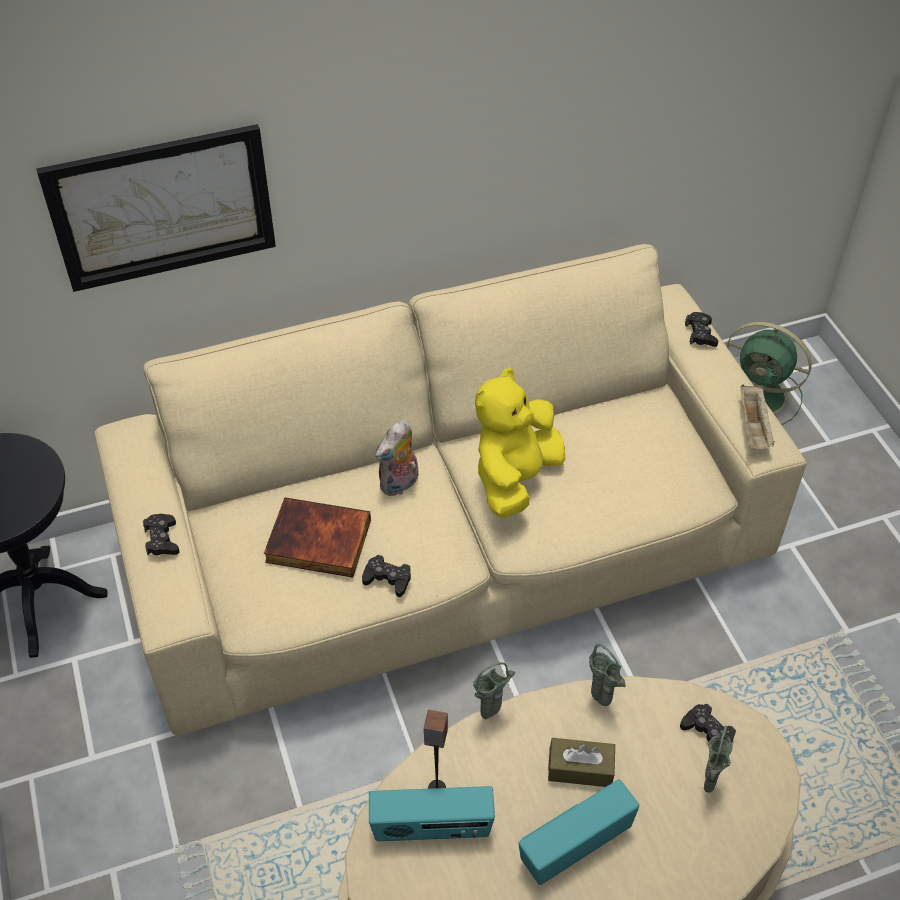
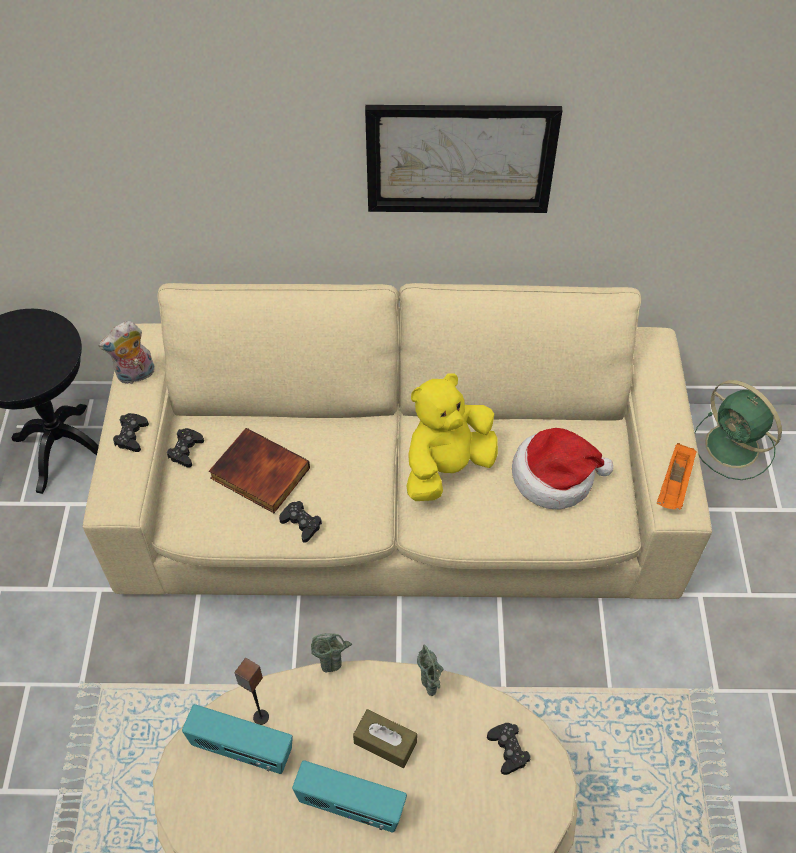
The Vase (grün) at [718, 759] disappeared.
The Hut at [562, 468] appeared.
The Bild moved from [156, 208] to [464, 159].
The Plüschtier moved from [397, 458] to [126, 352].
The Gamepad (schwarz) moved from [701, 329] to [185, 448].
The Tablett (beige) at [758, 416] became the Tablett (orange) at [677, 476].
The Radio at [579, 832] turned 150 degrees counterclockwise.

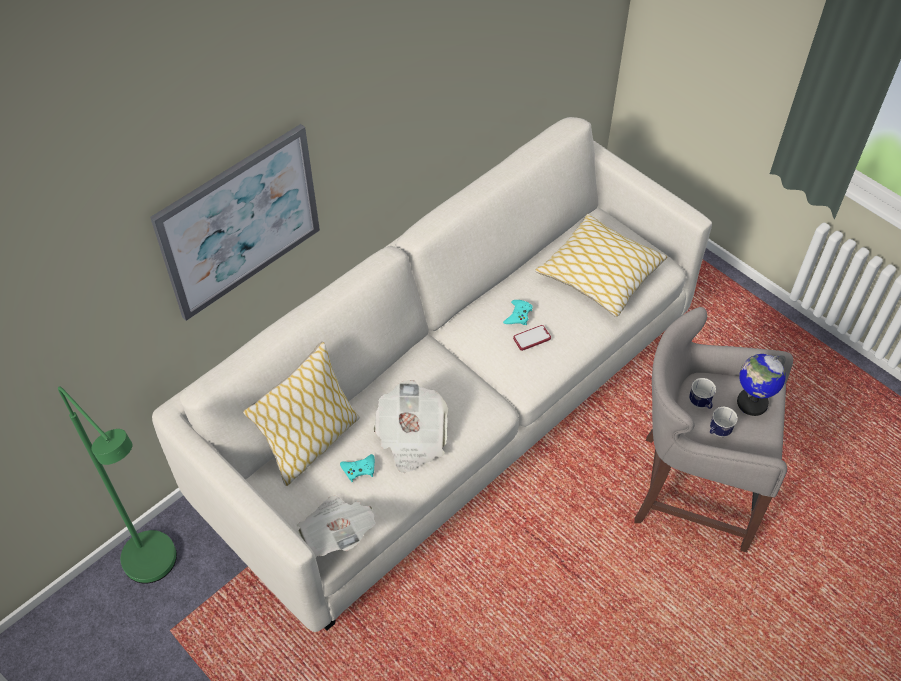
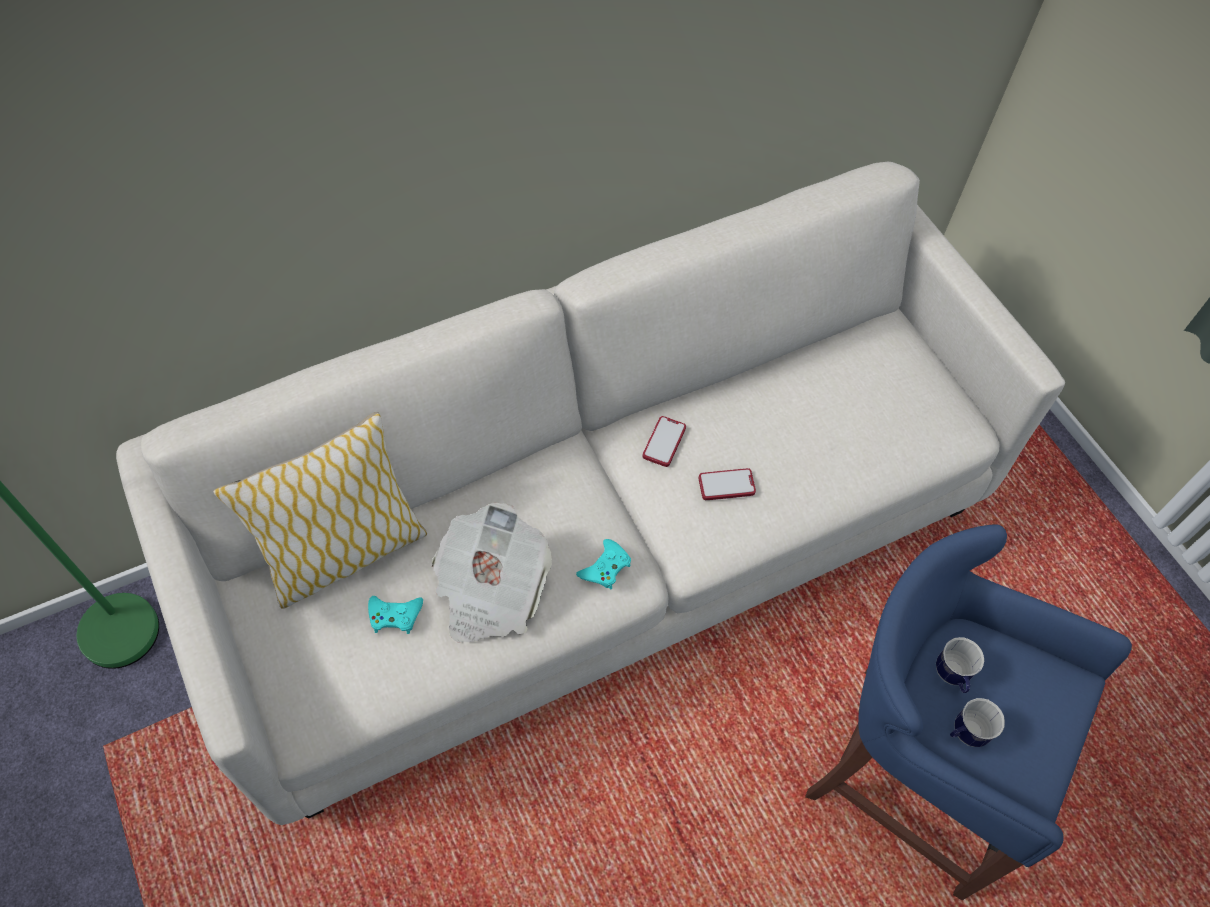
The Bild at [235, 222] disappeared.
The Zeitung at [336, 525] disappeared.
The Kissen at [601, 265] disappeared.
The Globus at [761, 385] disappeared.
The Handy at [664, 441] appeared.
The Gamepad (türkis) moved from [518, 312] to [603, 564].
The Hocker (grau) at [713, 429] became the Hocker (blau) at [968, 712].

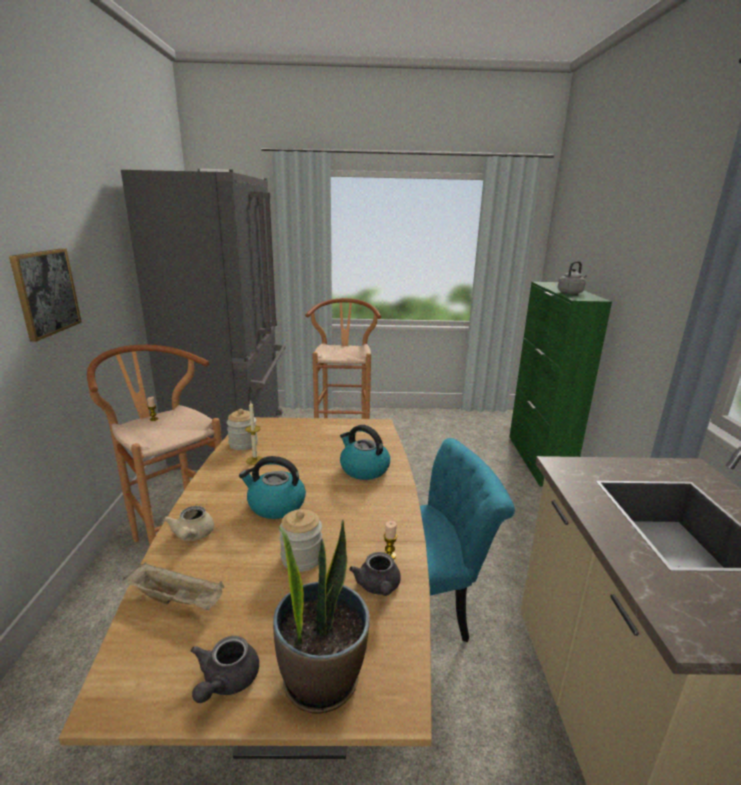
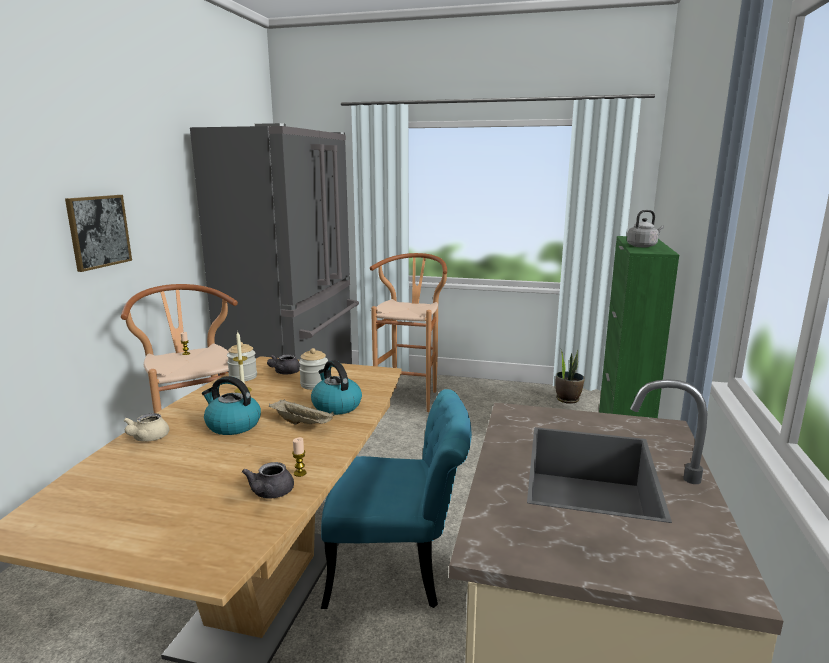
The Tablett (beige) moved from [173, 586] to [302, 412].
The Teekanne (grau) moved from [225, 669] to [283, 364].
The Topfpflanze moved from [321, 617] to [570, 376].
The Vorratsglas moved from [300, 540] to [313, 369].

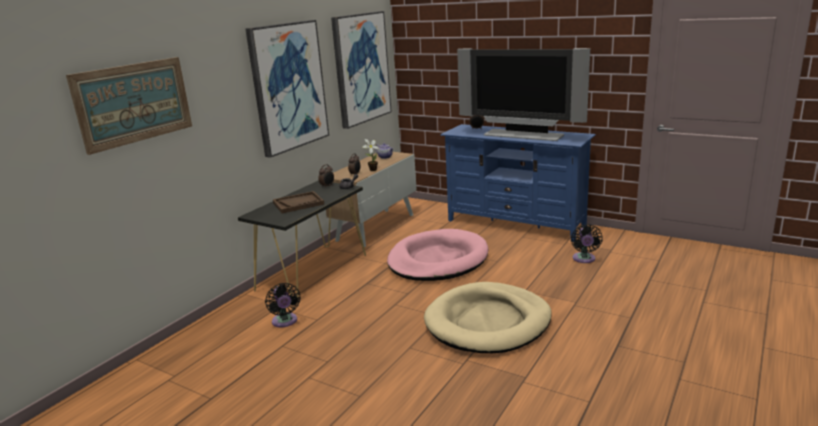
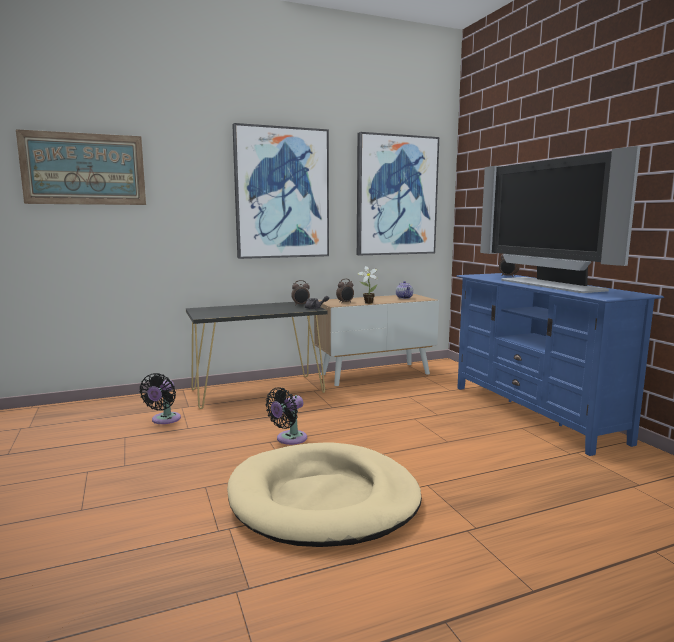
The Tablett (braun) at [298, 202] disappeared.
The Hundebett (rosa) at [437, 255] disappeared.
The Ventilator (schwarz) moved from [587, 243] to [286, 416].

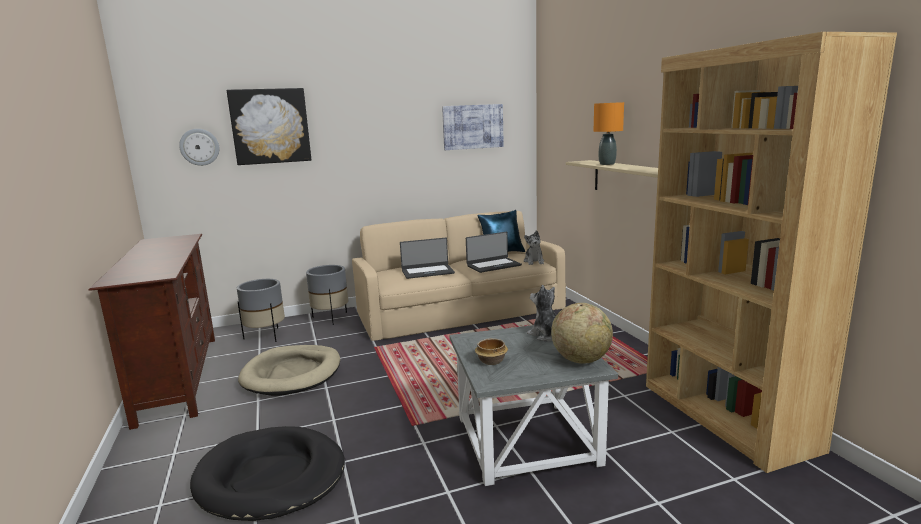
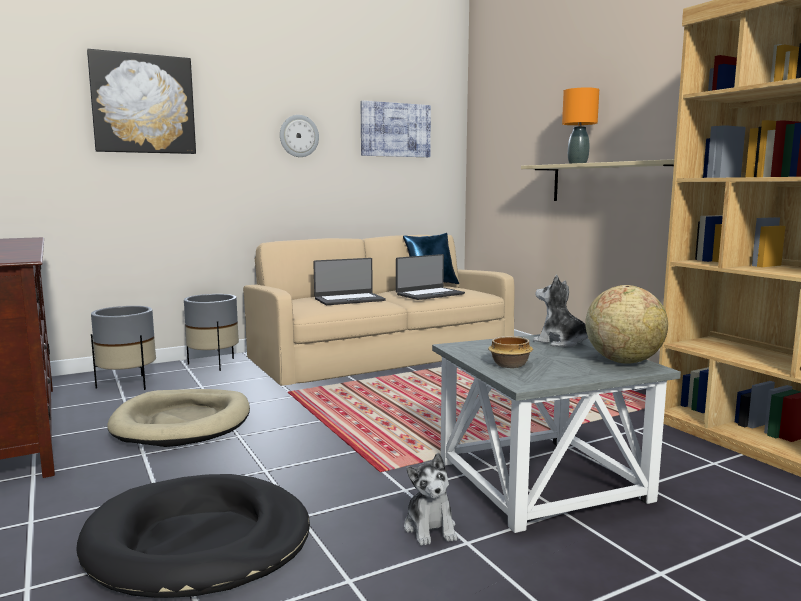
The Wanduhr moved from [199, 147] to [299, 136].
The Plüschtier moved from [534, 247] to [430, 499].

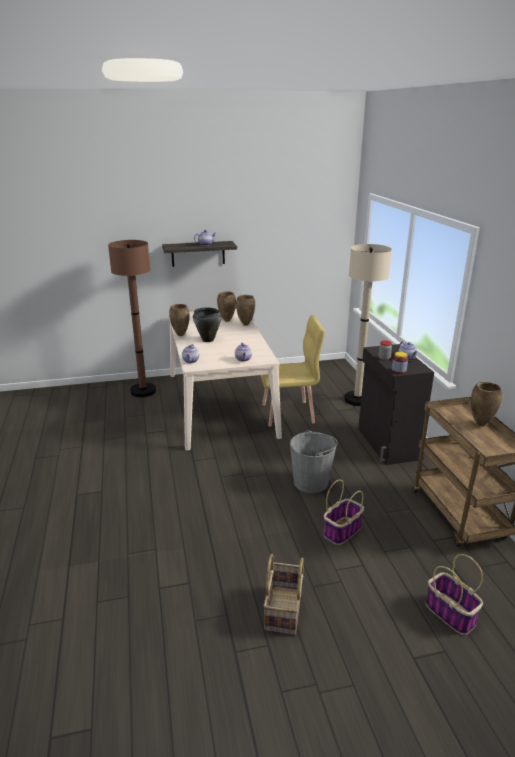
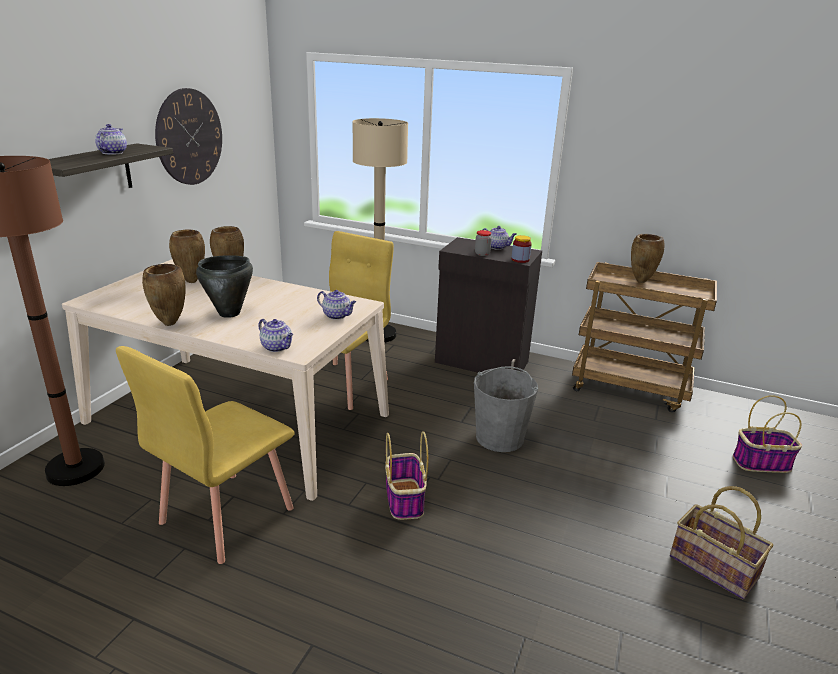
The Stuhl (gelb) at [205, 455] appeared.
The Wanduhr at [188, 136] appeared.
The Korb moved from [343, 512] to [406, 475].

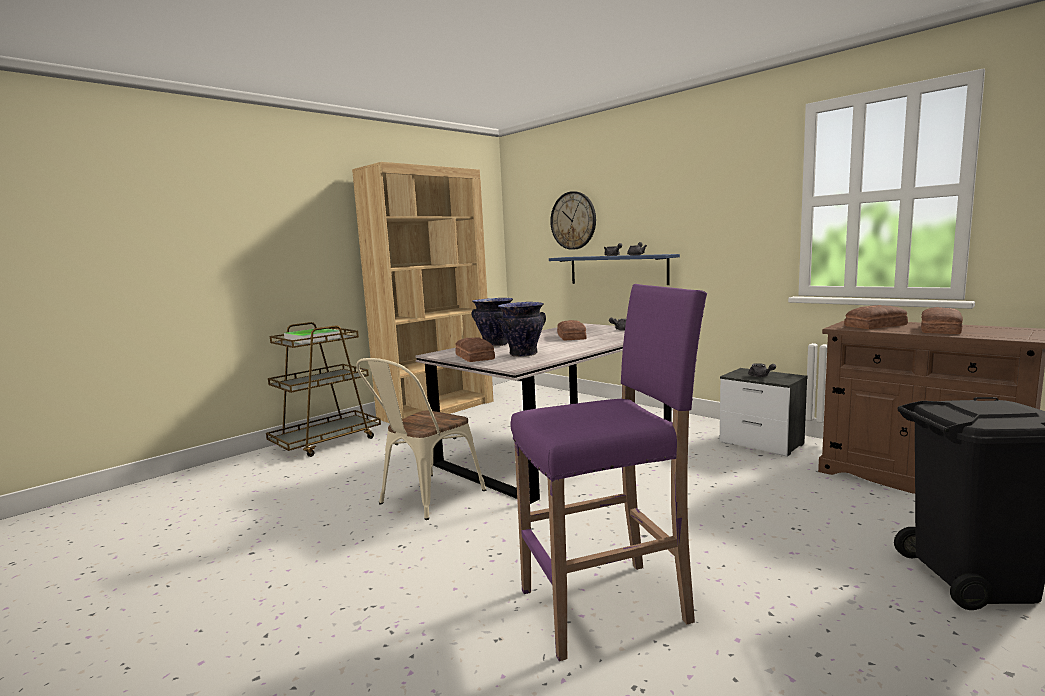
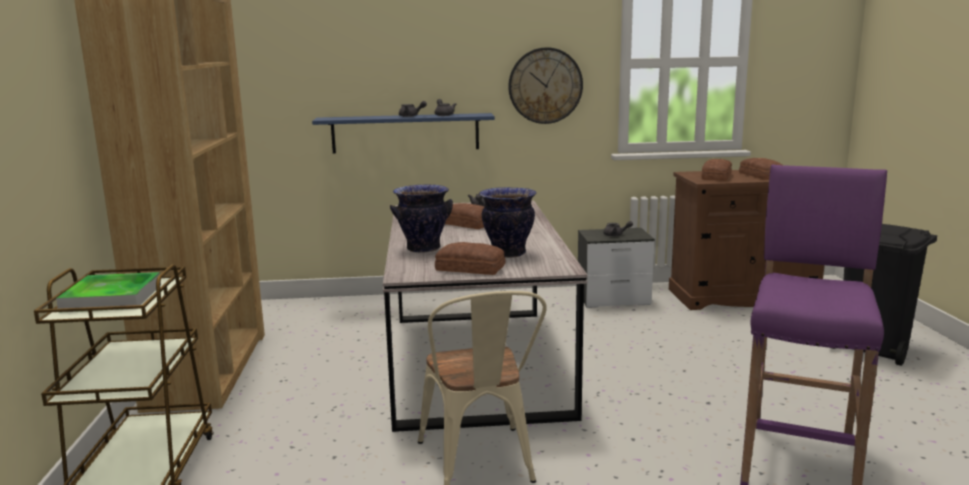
The Wanduhr moved from [573, 220] to [545, 85].

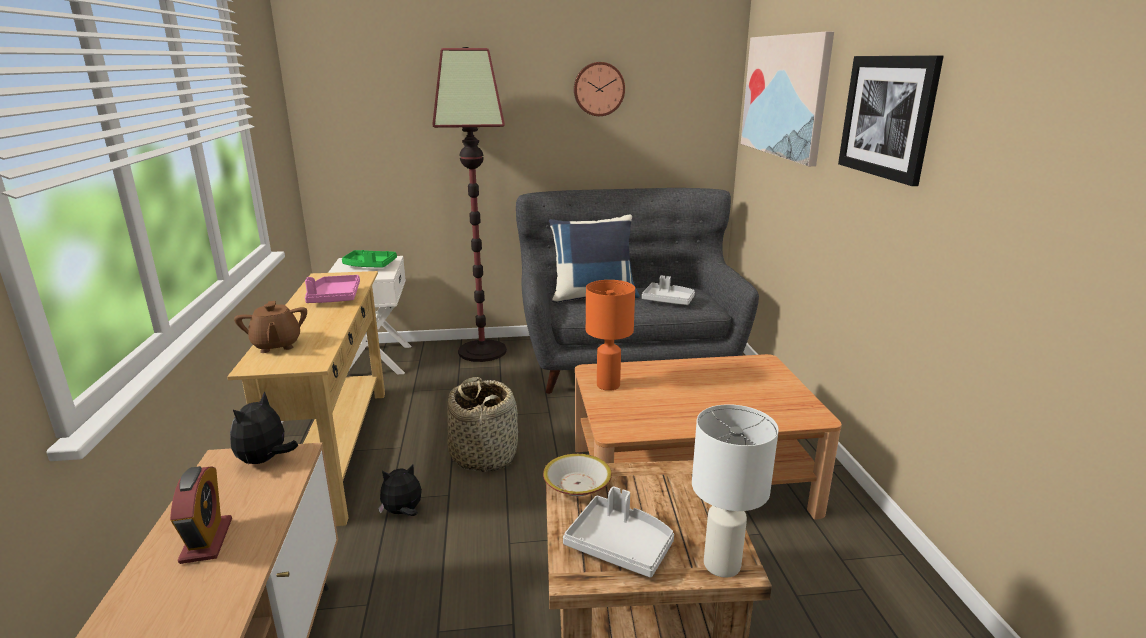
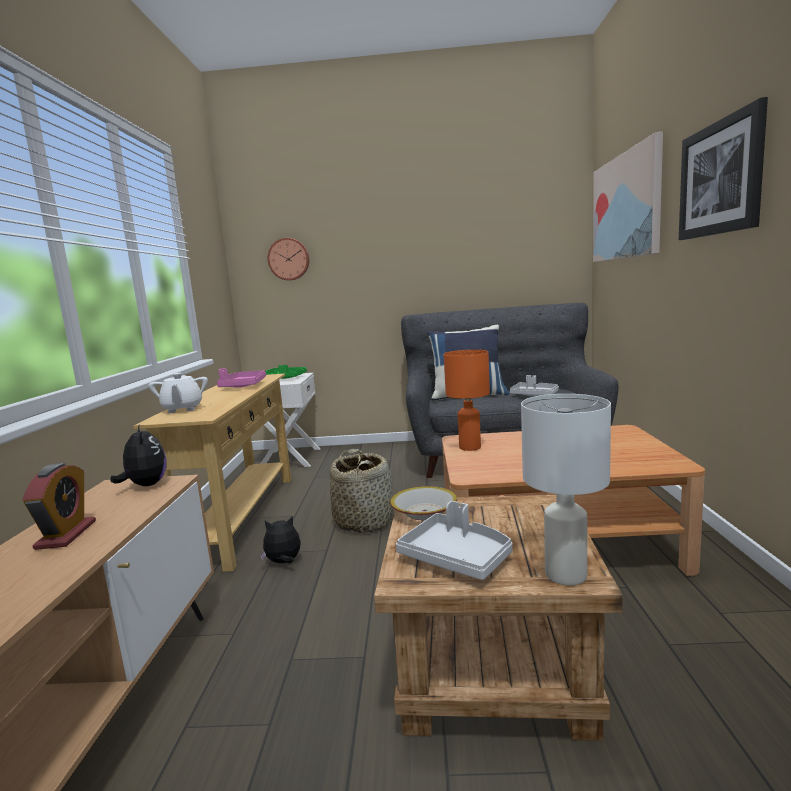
The Stehlampe at [469, 204] disappeared.
The Wanduhr moved from [599, 89] to [288, 259].
The Teekanne (braun) at [270, 327] became the Teekanne (weiß) at [178, 393].
The Plüschtier at [264, 427] turned 120 degrees clockwise.

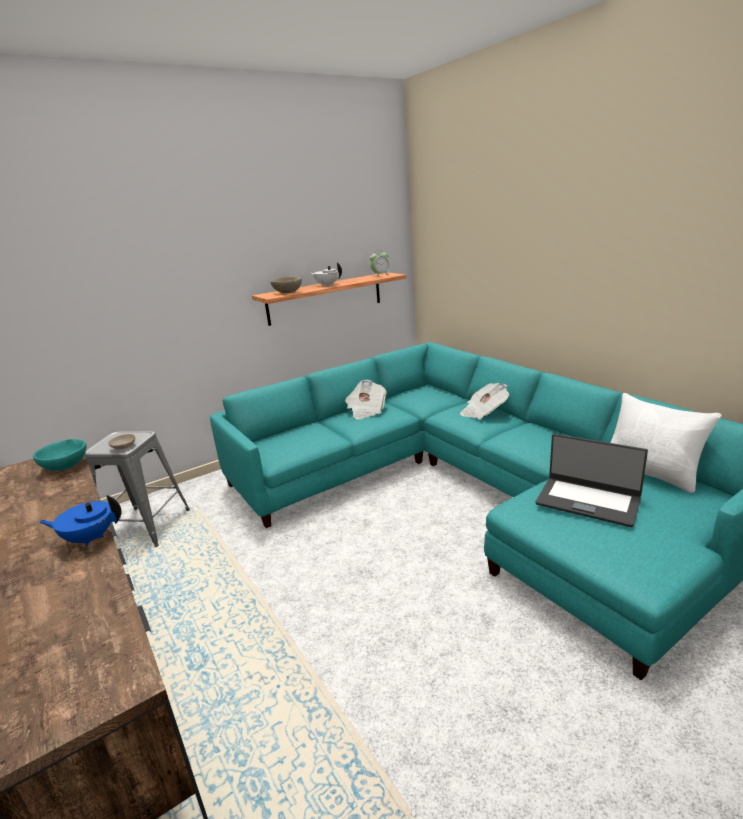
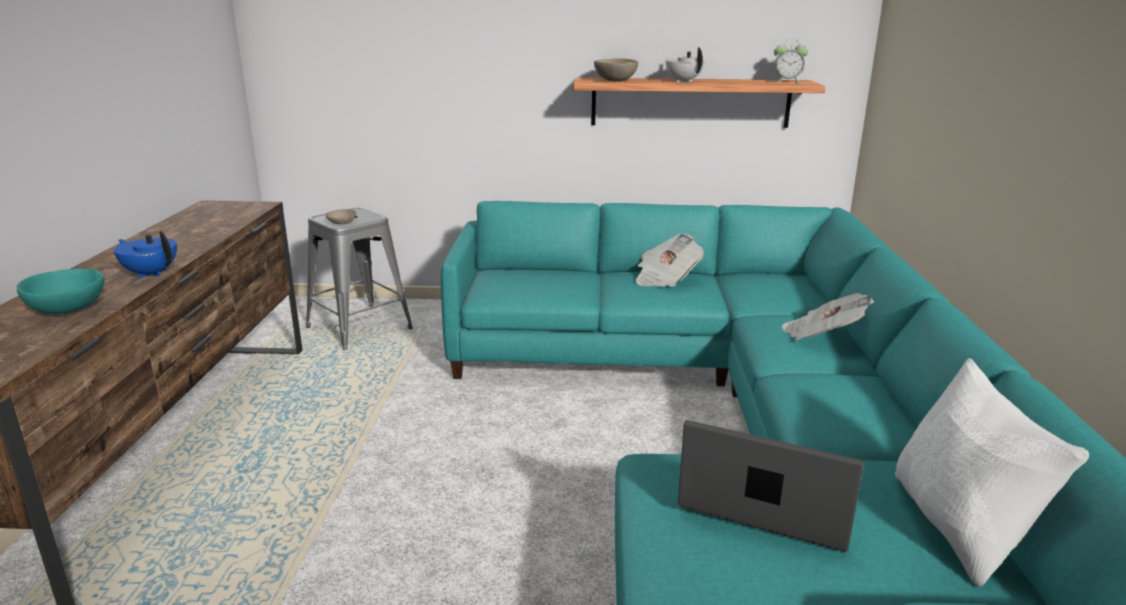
The Schüssel (türkis) moved from [59, 455] to [61, 291].
The Laptop at [592, 480] turned 135 degrees clockwise.

